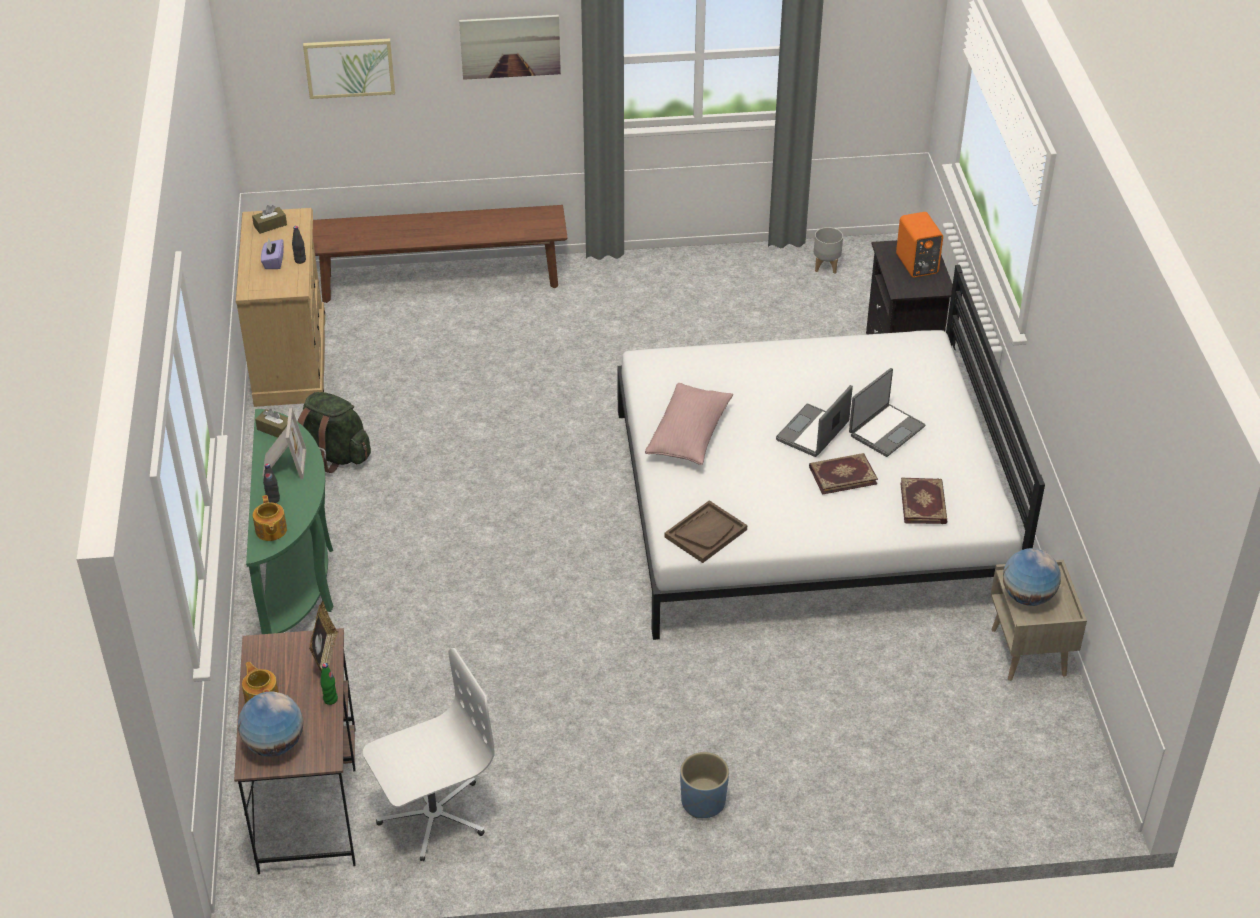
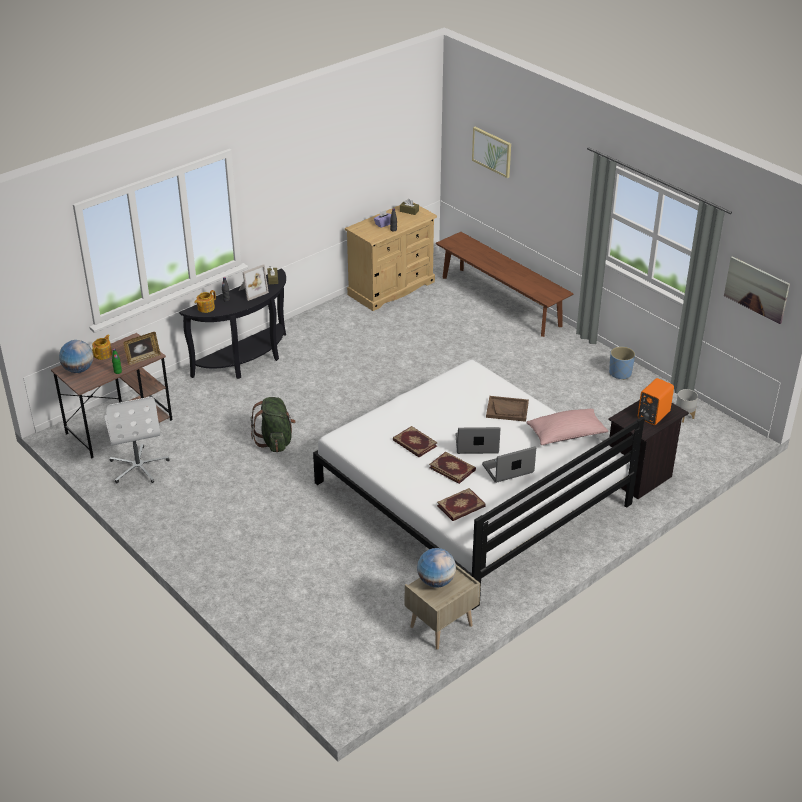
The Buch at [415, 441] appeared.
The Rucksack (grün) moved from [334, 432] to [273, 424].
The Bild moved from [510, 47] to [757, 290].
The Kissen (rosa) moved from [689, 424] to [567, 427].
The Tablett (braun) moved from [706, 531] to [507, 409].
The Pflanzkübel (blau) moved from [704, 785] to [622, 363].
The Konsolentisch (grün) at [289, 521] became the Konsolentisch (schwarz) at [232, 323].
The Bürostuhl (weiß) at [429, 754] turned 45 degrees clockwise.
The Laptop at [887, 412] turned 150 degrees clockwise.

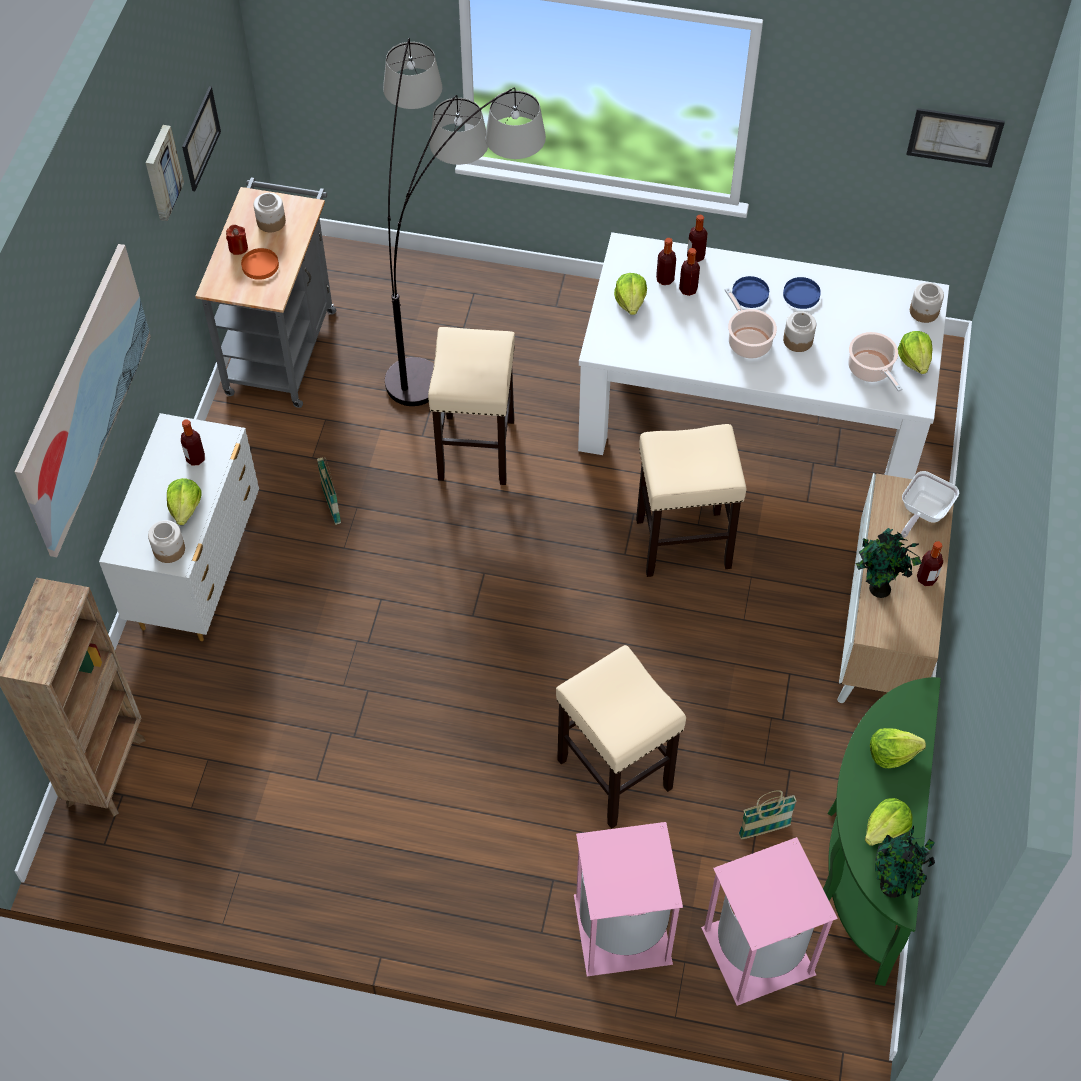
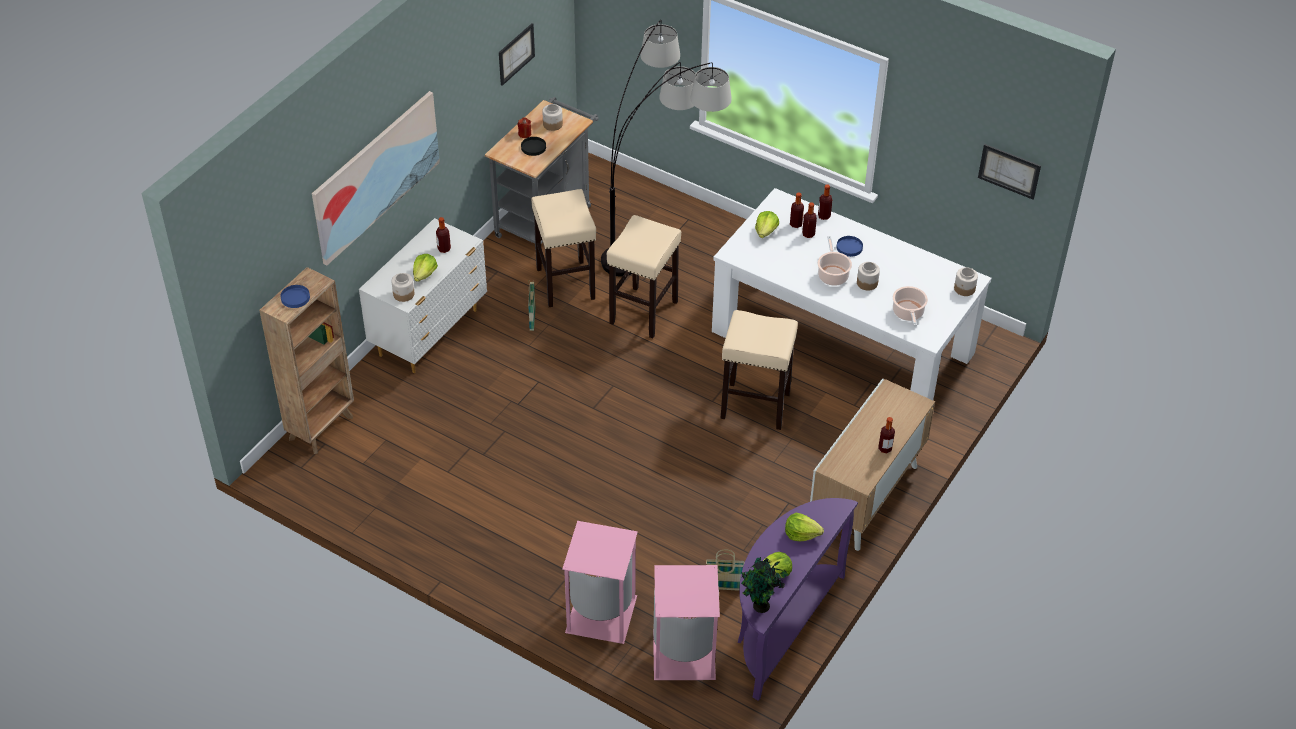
The Bild at [165, 173] disappeared.
The Topfpflanze at [889, 563] disappeared.
The Salatkopf at [915, 352] disappeared.
The Pfanne at [930, 504] disappeared.
The Hocker (beige) moved from [621, 737] to [563, 248].
The Teller (blau) moved from [802, 293] to [295, 296].
The Teller (orange) at [260, 264] became the Teller (schwarz) at [533, 146].
The Konsolentisch (grün) at [882, 831] became the Konsolentisch (lila) at [798, 599].

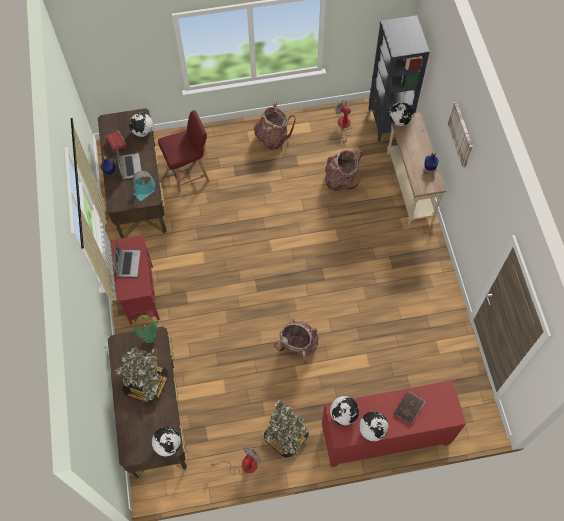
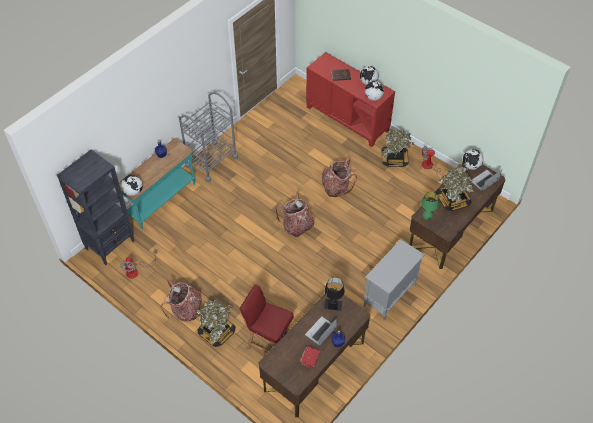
The Globus at [141, 125] disappeared.
The Bild at [460, 134] disappeared.
The Rollwagen (grau) at [208, 137] appeared.
The Topfpflanze at [216, 323] appeared.
The Laptop moved from [126, 259] to [486, 180].
The Rucksack moved from [344, 170] to [295, 214].
The Schrank (rot) at [135, 280] became the Schrank (grau) at [394, 279].
The Tischlampe (türkis) at [144, 186] became the Tischlampe (schwarz) at [334, 294].
The Konsolentisch (beige) at [416, 168] became the Konsolentisch (türkis) at [157, 183].

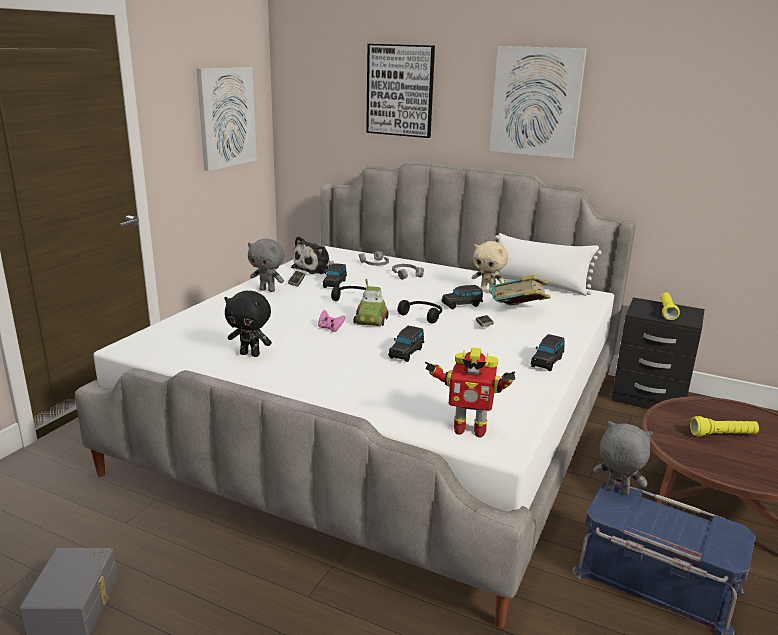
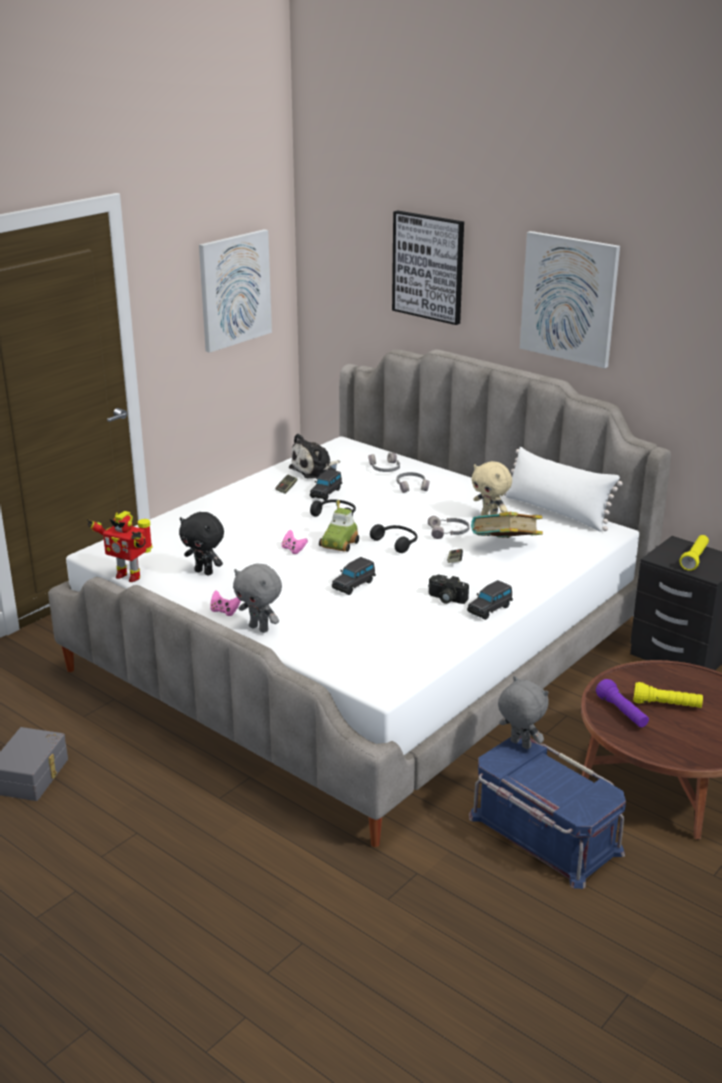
The Gamepad (rosa) at [225, 603] appeared.
The Kamera at [448, 589] appeared.
The Taschenlampe (lila) at [622, 703] appeared.
The Plüschtier (grau) moved from [266, 265] to [257, 598].
The Spielzeugroboter moved from [470, 393] to [119, 546].
The Spielzeugauto (schwarz) at [462, 297] was replaced by the Kopfhörer (grau) at [449, 527].

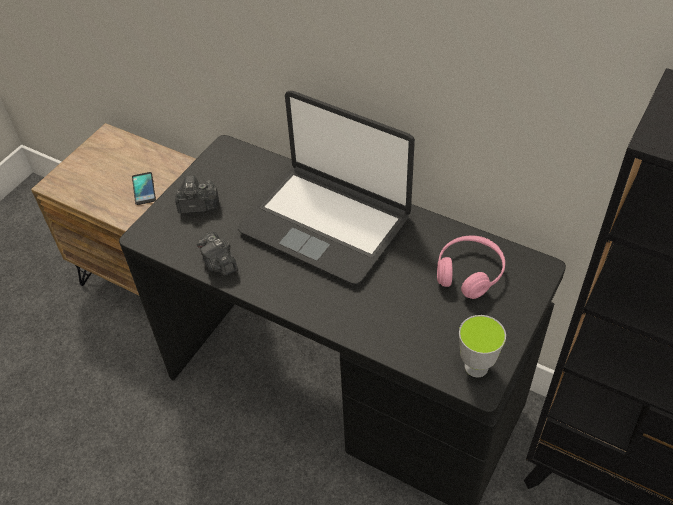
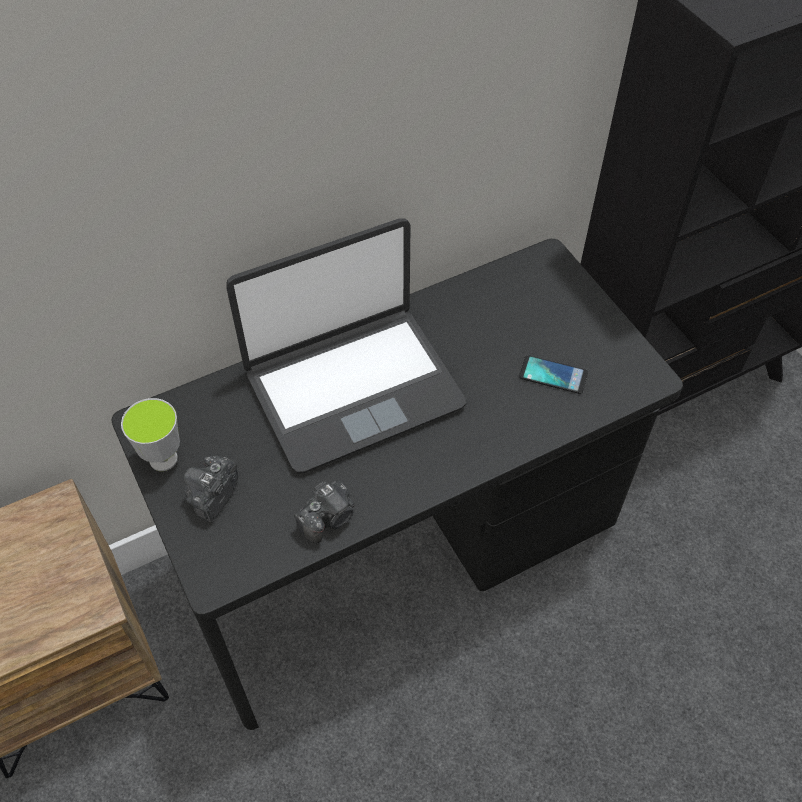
The Kopfhörer (rosa) at [471, 267] disappeared.
The Handy moved from [144, 188] to [553, 374].
The Tasse moved from [482, 346] to [150, 434].
The Kamera at [217, 253] turned 45 degrees counterclockwise.

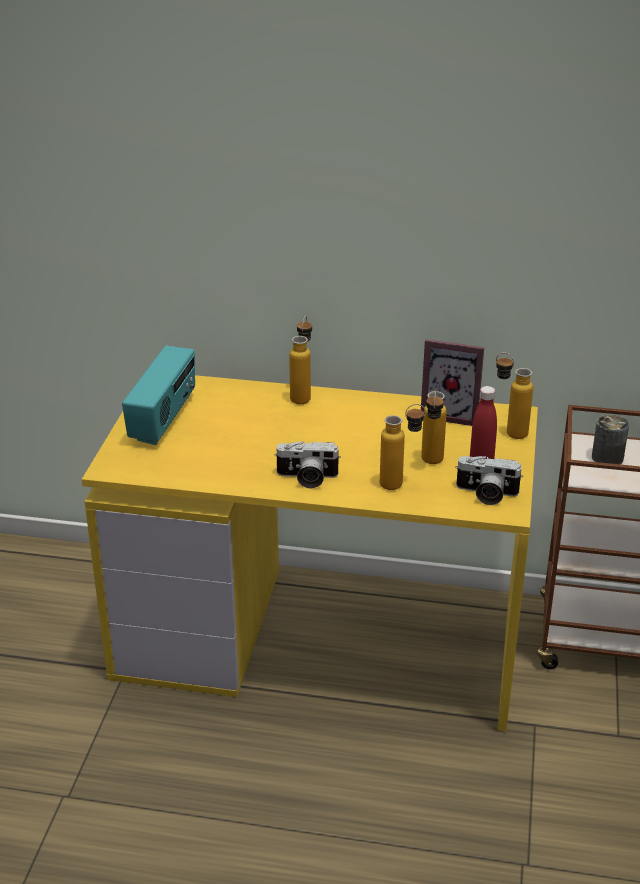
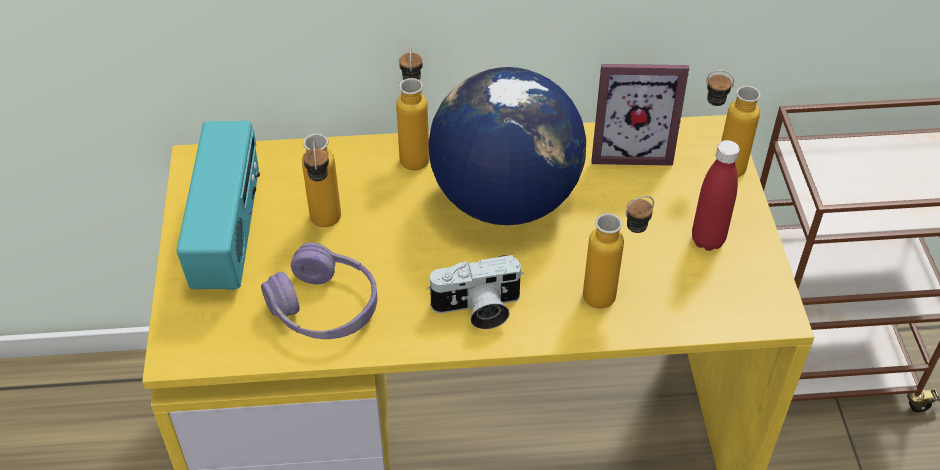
The Kamera at [489, 480] disappeared.
The Dose at [610, 439] disappeared.
The Kopfhörer (lila) at [319, 290] appeared.
The Globus at [507, 146] appeared.
The Flasche moved from [434, 427] to [321, 180].

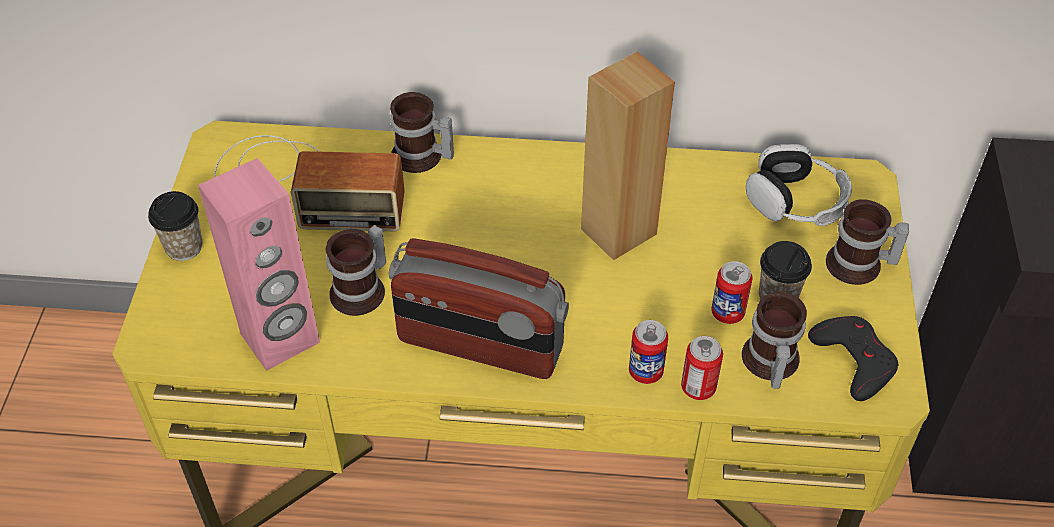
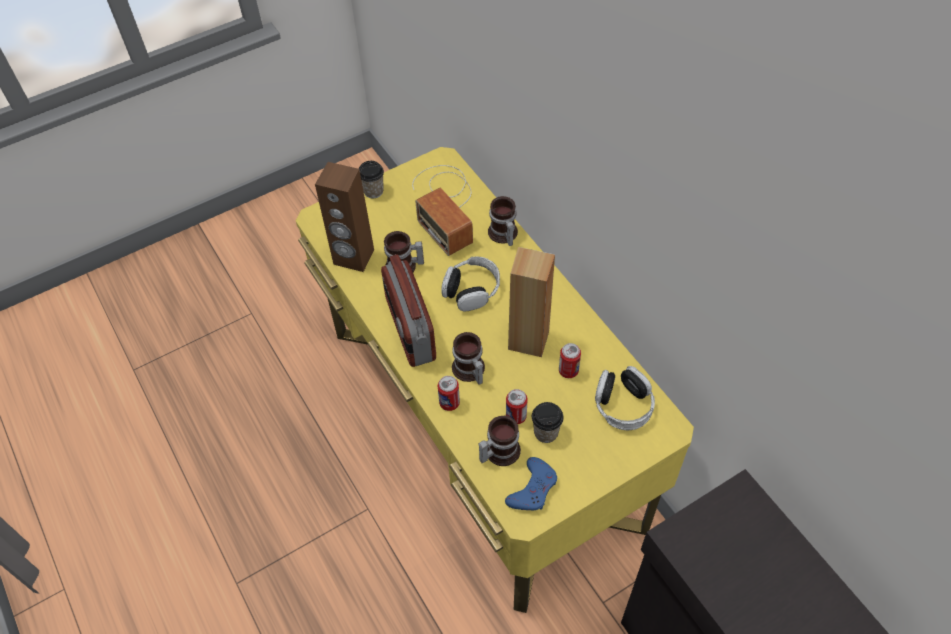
The Kopfhörer at [471, 283] appeared.
The Dose moved from [702, 368] to [570, 360].
The Henkelbecher moved from [867, 242] to [468, 358].
The Lautsprecher (rosa) at [259, 264] became the Lautsprecher (braun) at [344, 217].
The Gamepad (schwarz) at [853, 358] became the Gamepad (blau) at [531, 483].

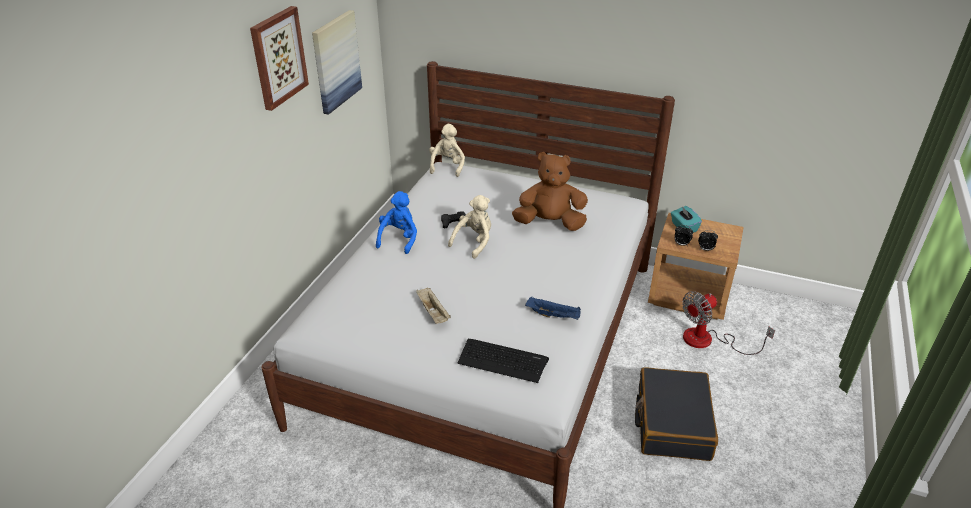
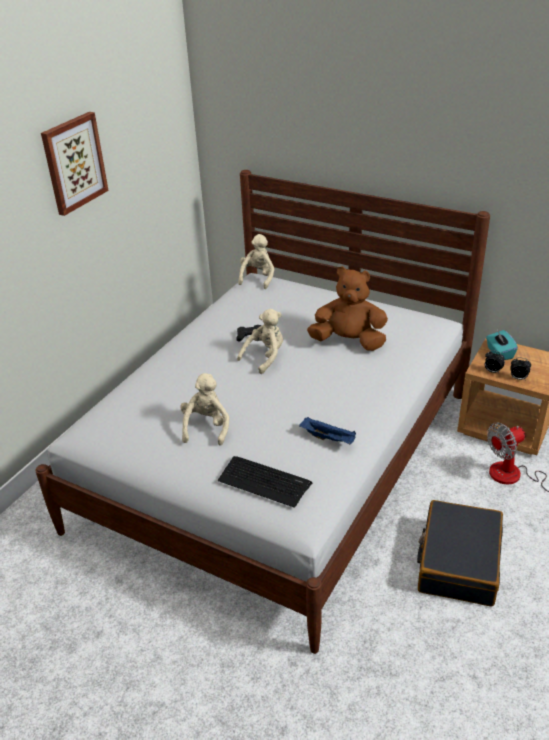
The Bild at [337, 62] disappeared.
The Plüschtier (blau) at [396, 222] disappeared.
The Tablett (beige) at [433, 306] was replaced by the Plüschtier (beige) at [204, 409].

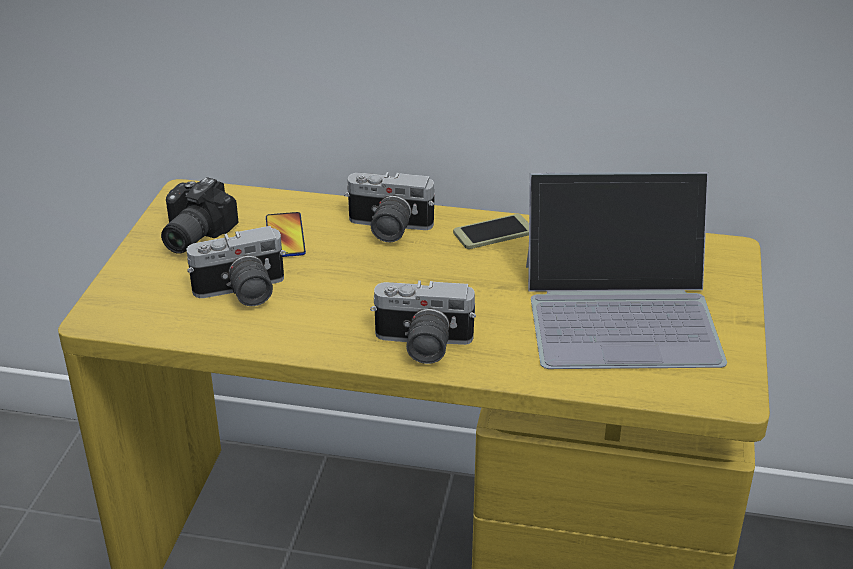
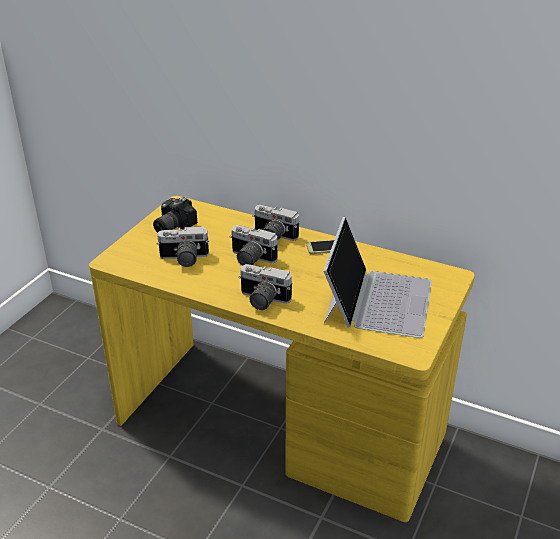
The Handy at [286, 234] disappeared.
The Kamera at [253, 245] appeared.
The Laptop at [626, 270] turned 90 degrees counterclockwise.

